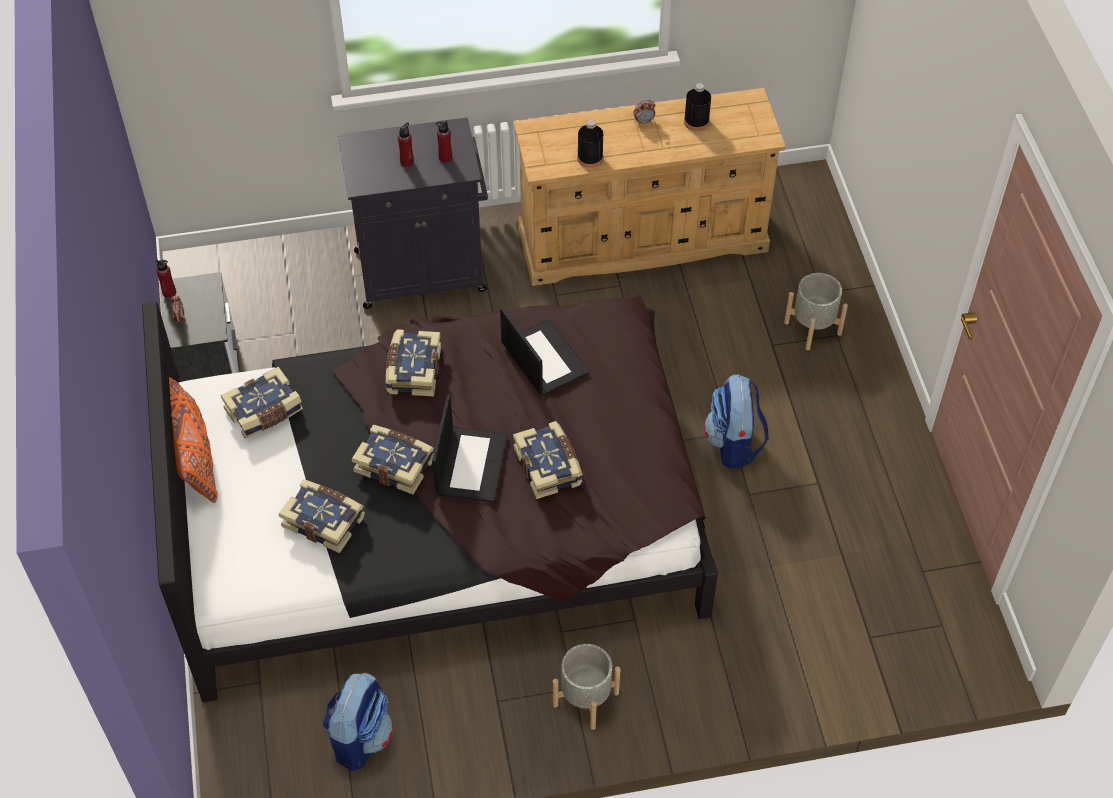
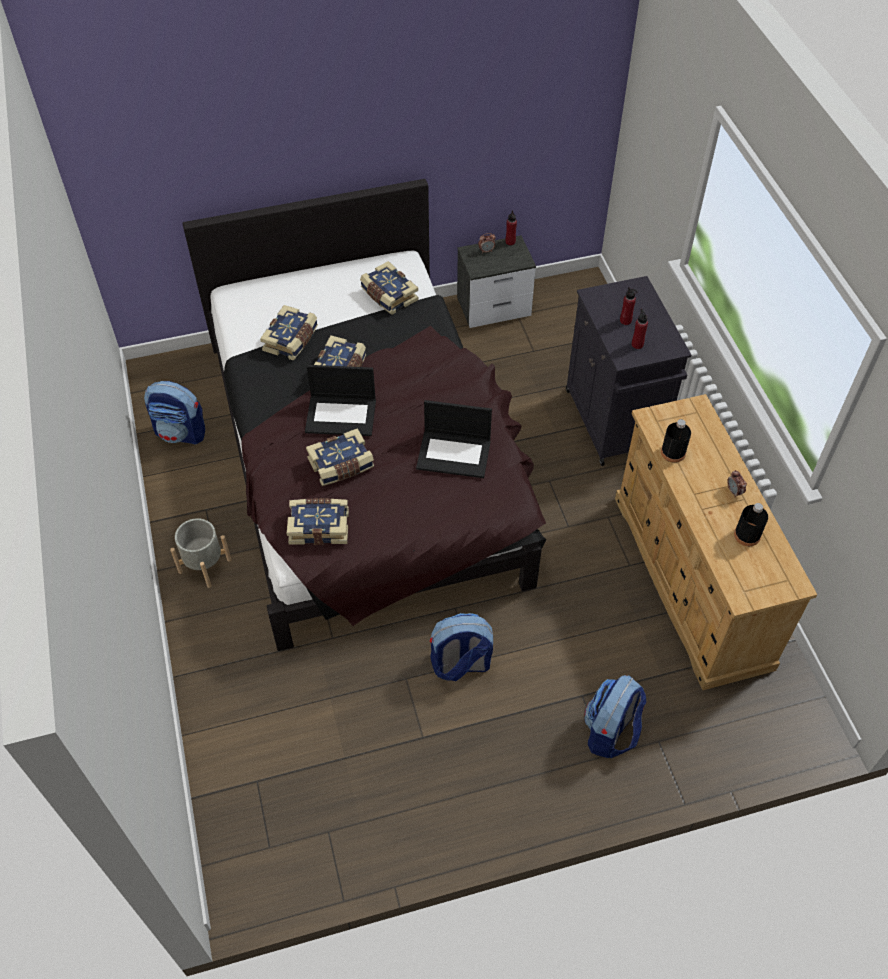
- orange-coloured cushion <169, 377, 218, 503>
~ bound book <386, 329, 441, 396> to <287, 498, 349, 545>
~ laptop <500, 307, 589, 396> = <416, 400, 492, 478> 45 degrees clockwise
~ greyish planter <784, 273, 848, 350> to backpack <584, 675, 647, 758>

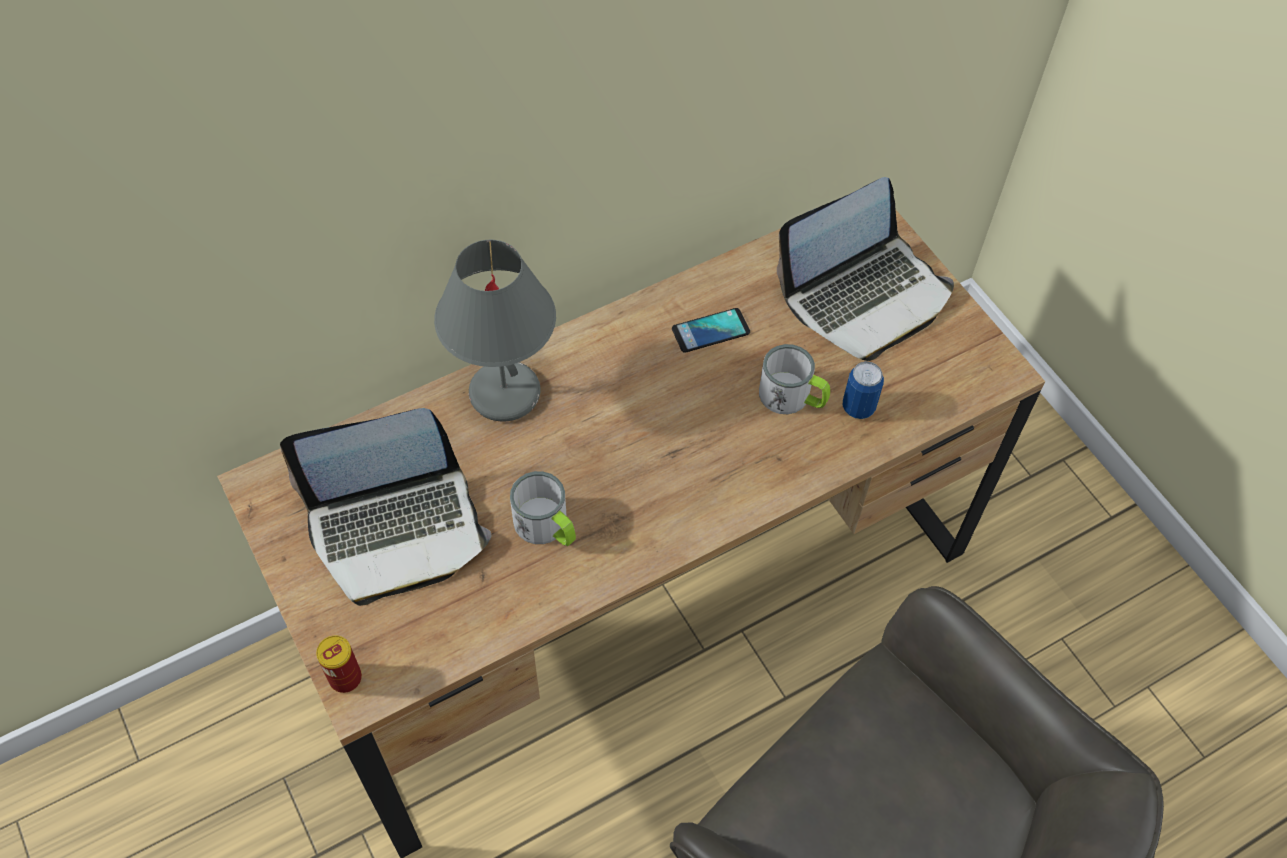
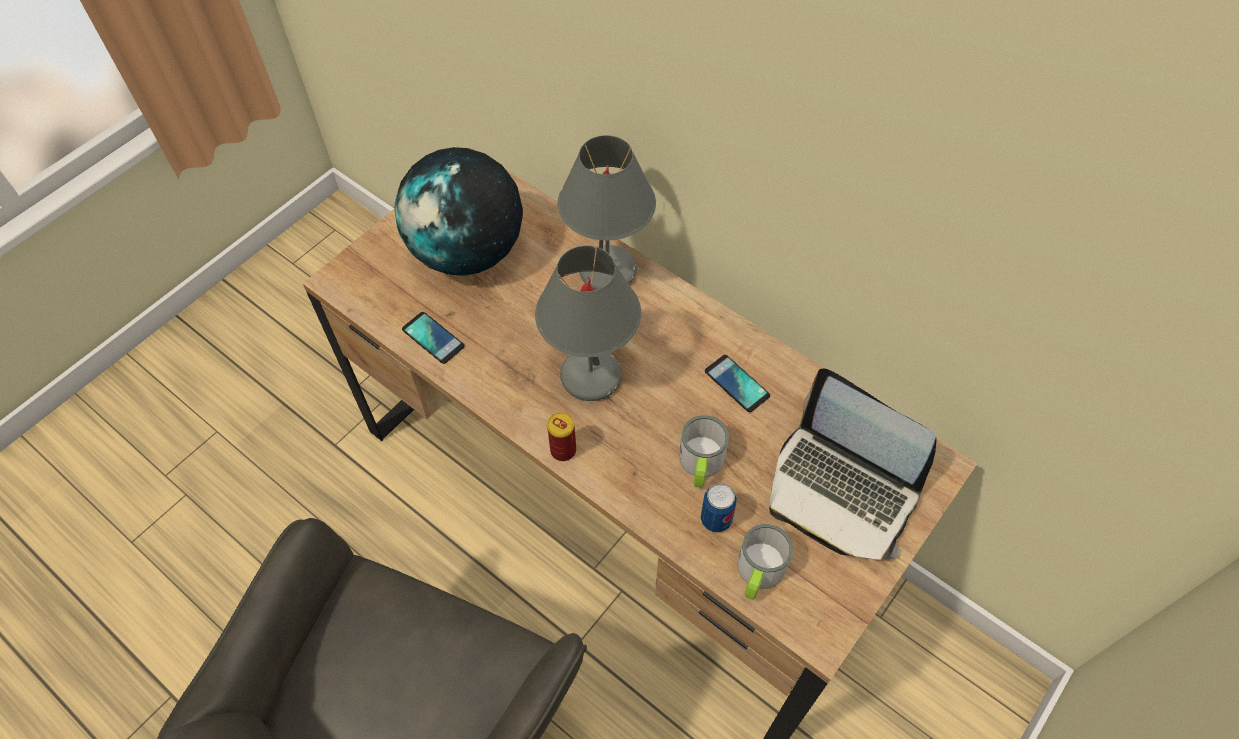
~ laptop <280, 408, 492, 606> to globe <394, 147, 523, 276>
~ can <316, 635, 362, 693> to <547, 412, 576, 461>
~ coffee mug <510, 471, 576, 546> to <737, 524, 793, 600>
+ telephone <402, 312, 464, 364>
+ greyish tabletop lamp <535, 245, 641, 401>

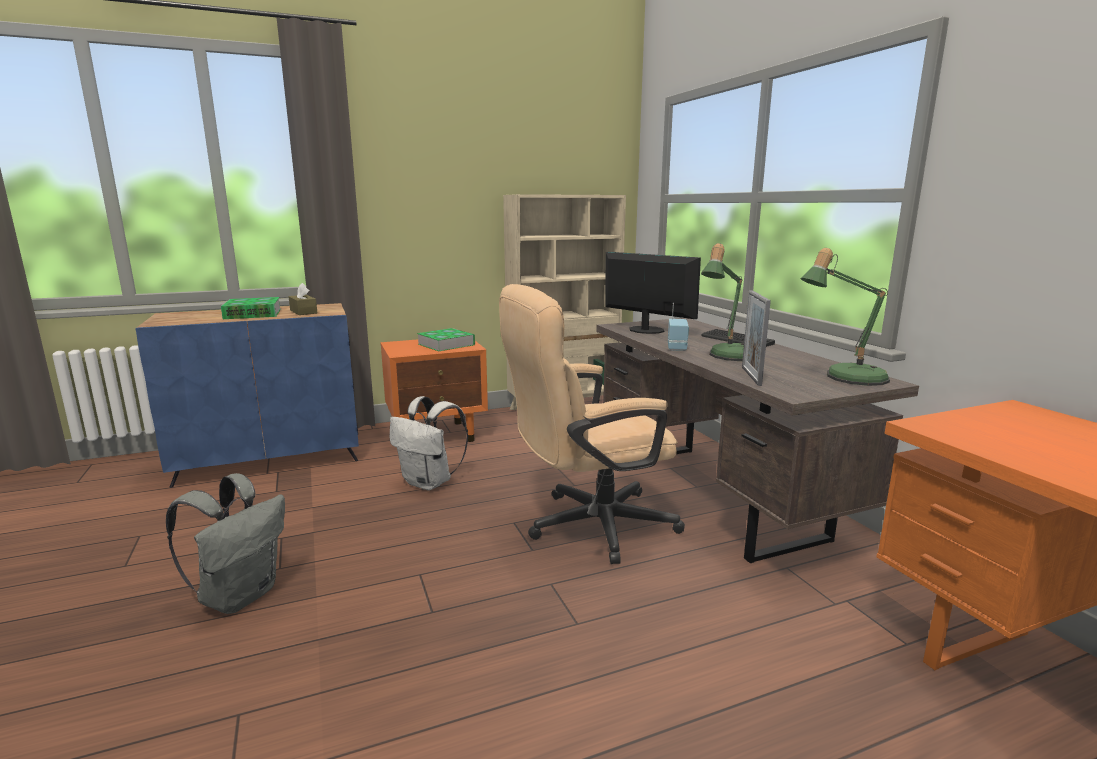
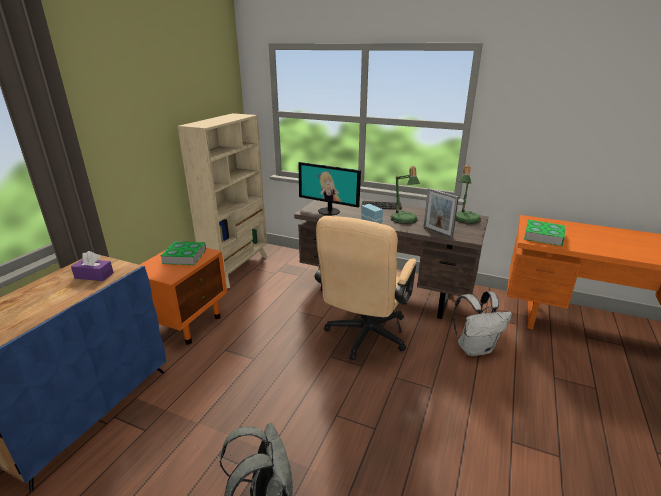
~ bound book <221, 297, 281, 319> to <524, 220, 565, 246>
~ brown-coloured tissue box <289, 283, 317, 315> to purple-coloured tissue box <71, 251, 114, 281>
~ white-coloured backpack <390, 396, 468, 490> to <453, 291, 512, 356>
~ monitor <605, 252, 701, 334> = <298, 162, 361, 216> 150 degrees counterclockwise

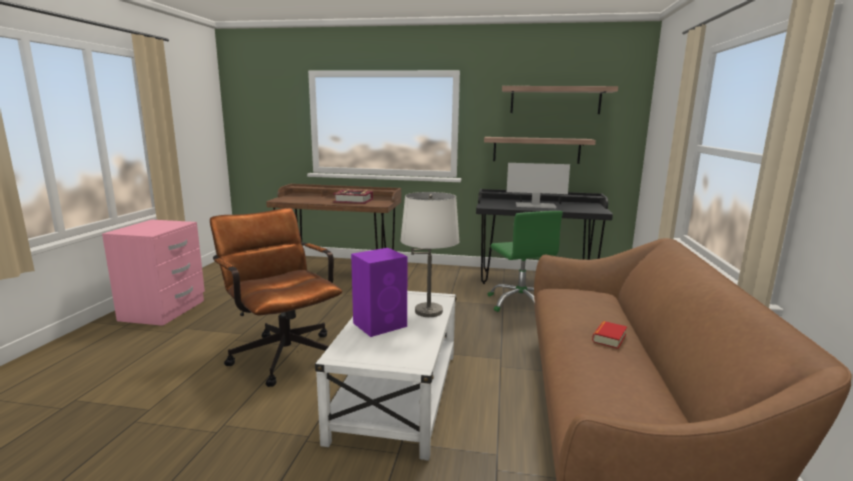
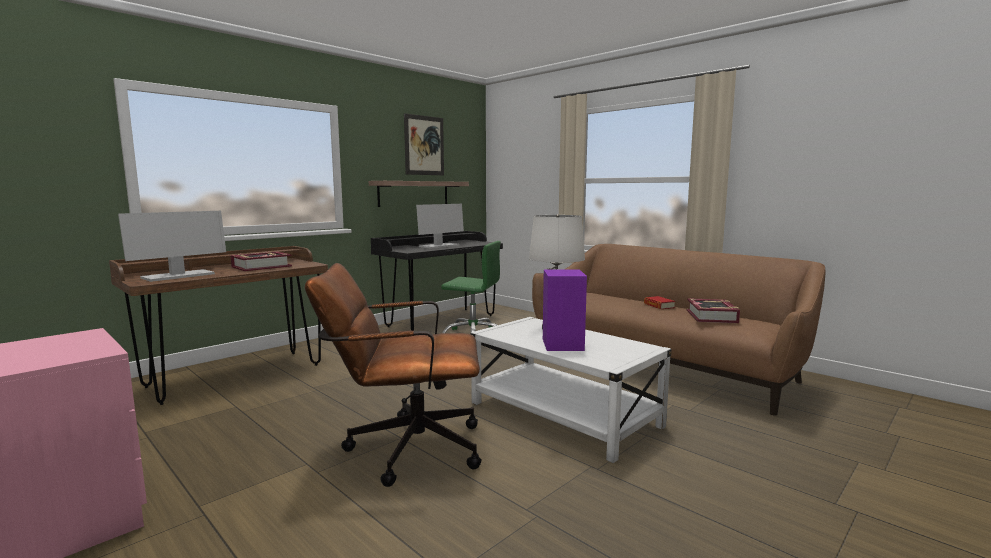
~ shelf <502, 86, 618, 114> to wall art <404, 113, 444, 175>
+ monitor <118, 211, 226, 282>
+ bound book <687, 298, 740, 323>

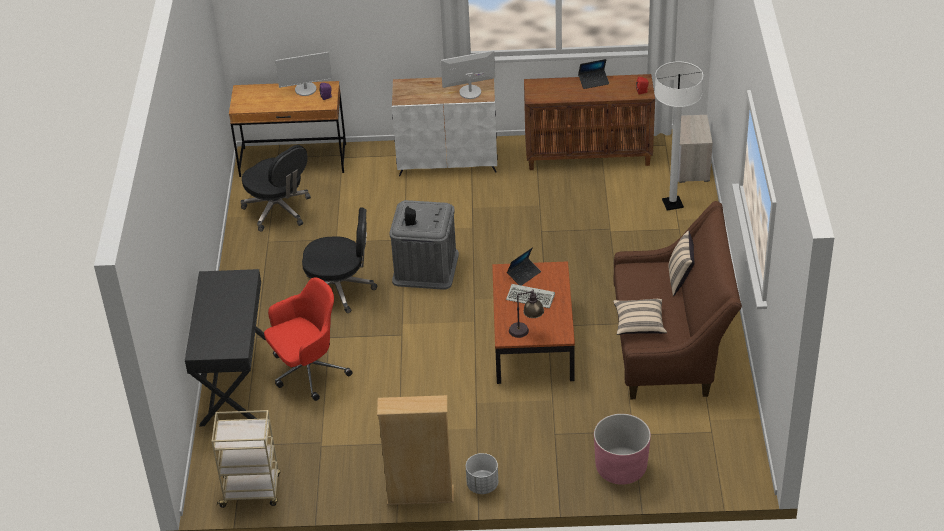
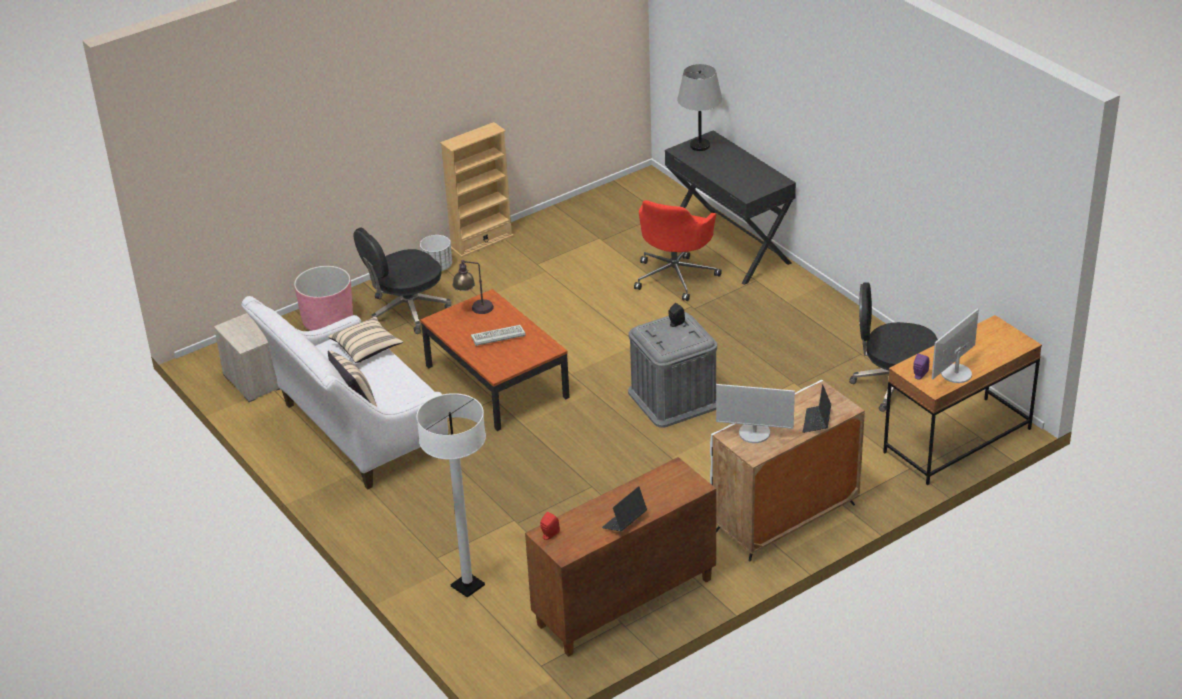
- sand-coloured cart <211, 410, 281, 508>
~ black-coloured computer chair <302, 208, 377, 313> to <353, 227, 451, 334>
~ monitor <441, 50, 495, 99> = <716, 384, 795, 443> 60 degrees clockwise
~ laptop <507, 247, 541, 286> to <803, 384, 831, 433>
~ brown-coloured couch <614, 201, 742, 399> to white-coloured couch <241, 296, 448, 489>
~ night table <678, 115, 713, 183> to <214, 313, 280, 402>
+ greyish tabletop lamp <677, 64, 722, 151>

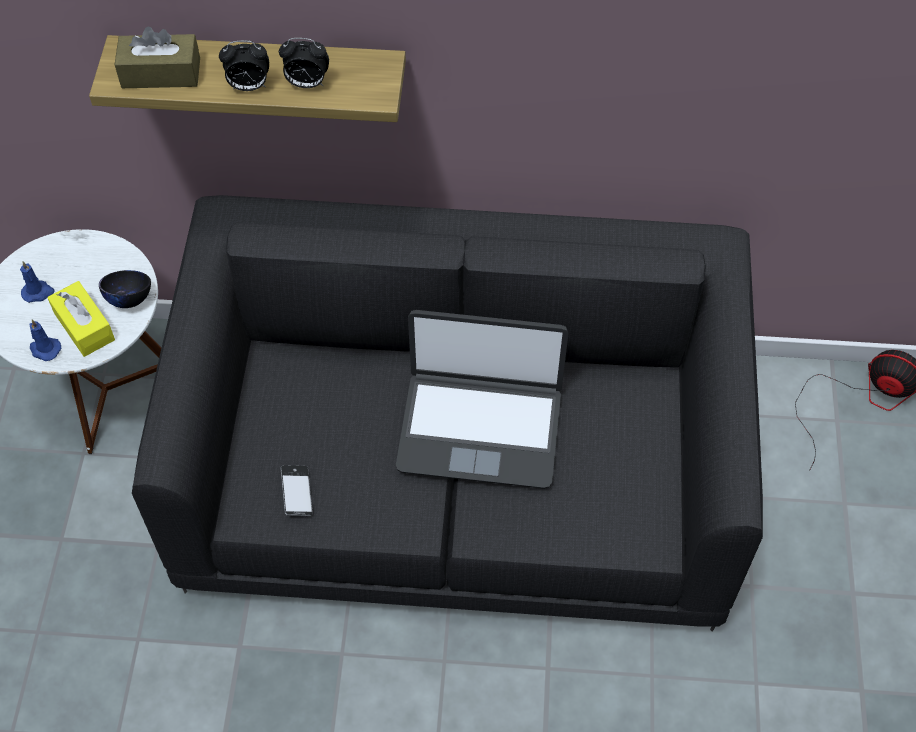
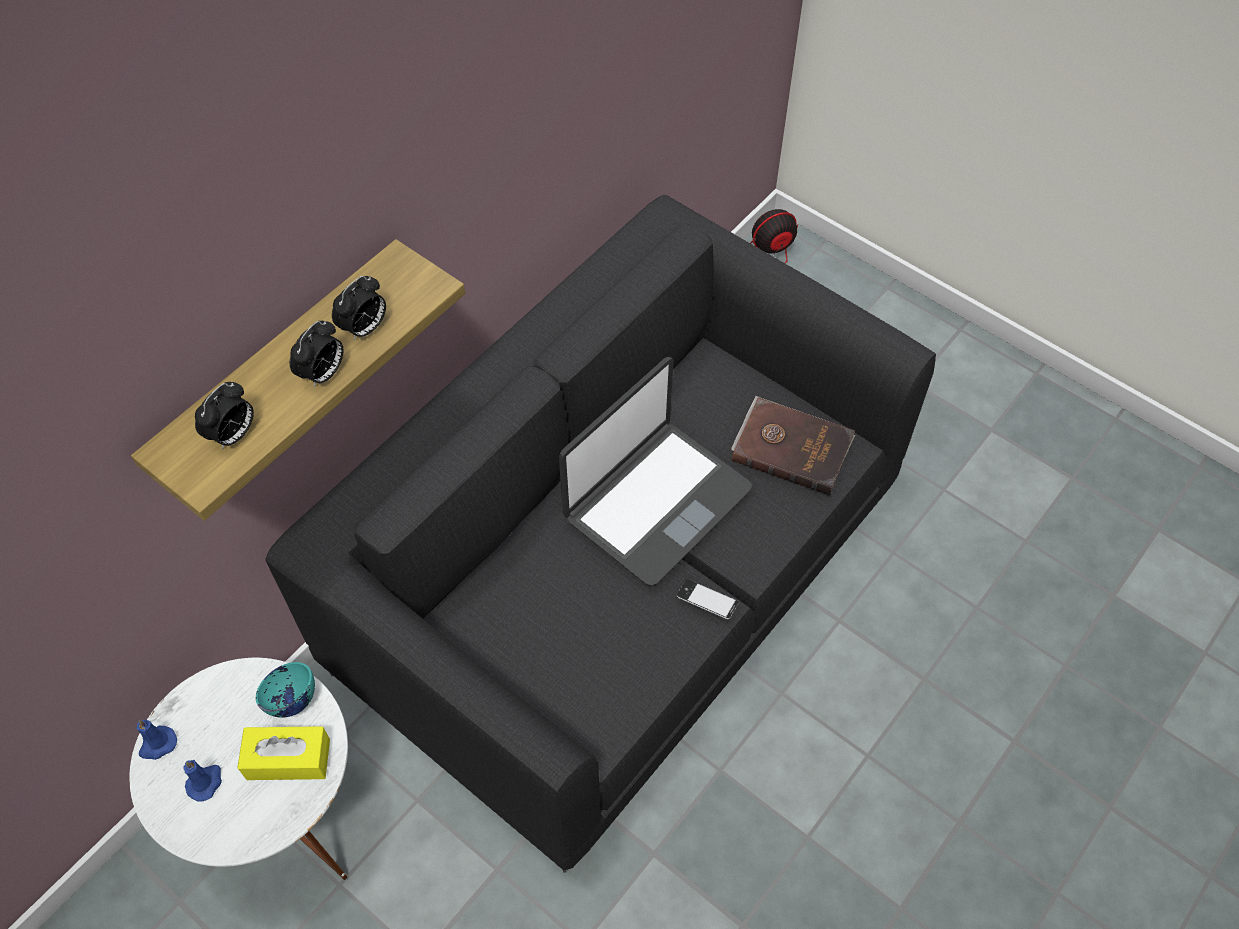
~ bluish candle <29, 319, 61, 361> to <136, 720, 177, 760>
~ black-coloured deep dish <99, 270, 151, 308> to turquoise-coloured deep dish <256, 662, 315, 718>
~ brown-coloured tissue box <114, 26, 200, 88> to bedside clock <195, 382, 254, 450>
~ telephone <281, 465, 313, 516> to <676, 579, 739, 620>
+ brown-coloured bound book <731, 396, 855, 495>

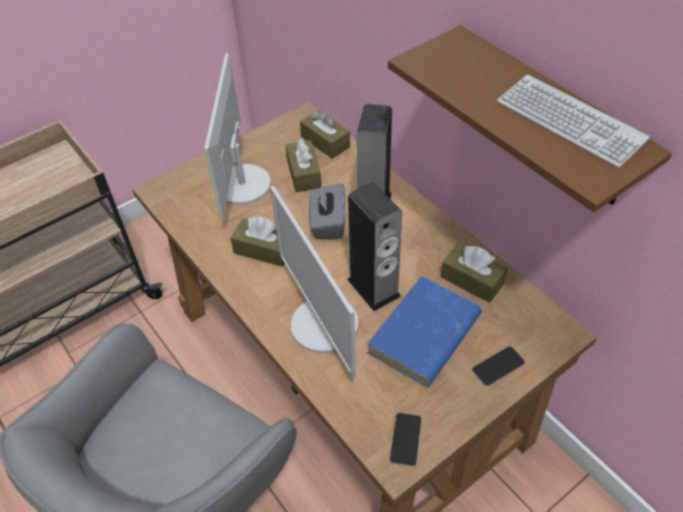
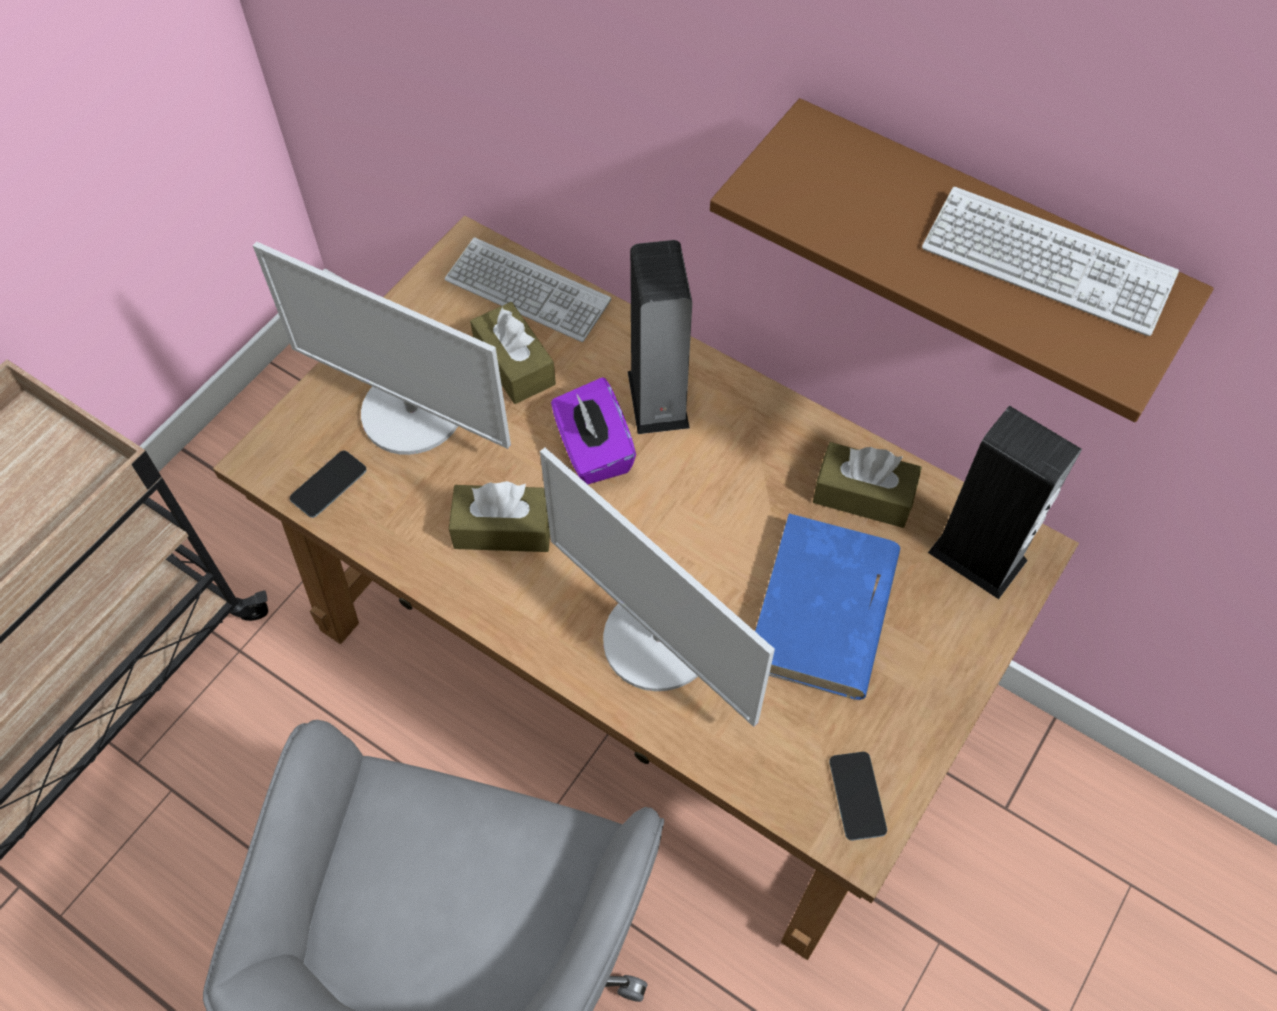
~ monitor <204, 53, 271, 218> = <253, 241, 511, 455> 45 degrees counterclockwise
~ brown-coloured tissue box <300, 110, 350, 159> to PC keyboard <445, 238, 611, 342>
~ greyish tissue box <309, 183, 346, 239> to purple-coloured tissue box <551, 377, 636, 484>
~ loudspeaker <347, 182, 402, 311> to <928, 406, 1082, 599>
~ telephone <472, 346, 525, 386> to <290, 451, 367, 518>

